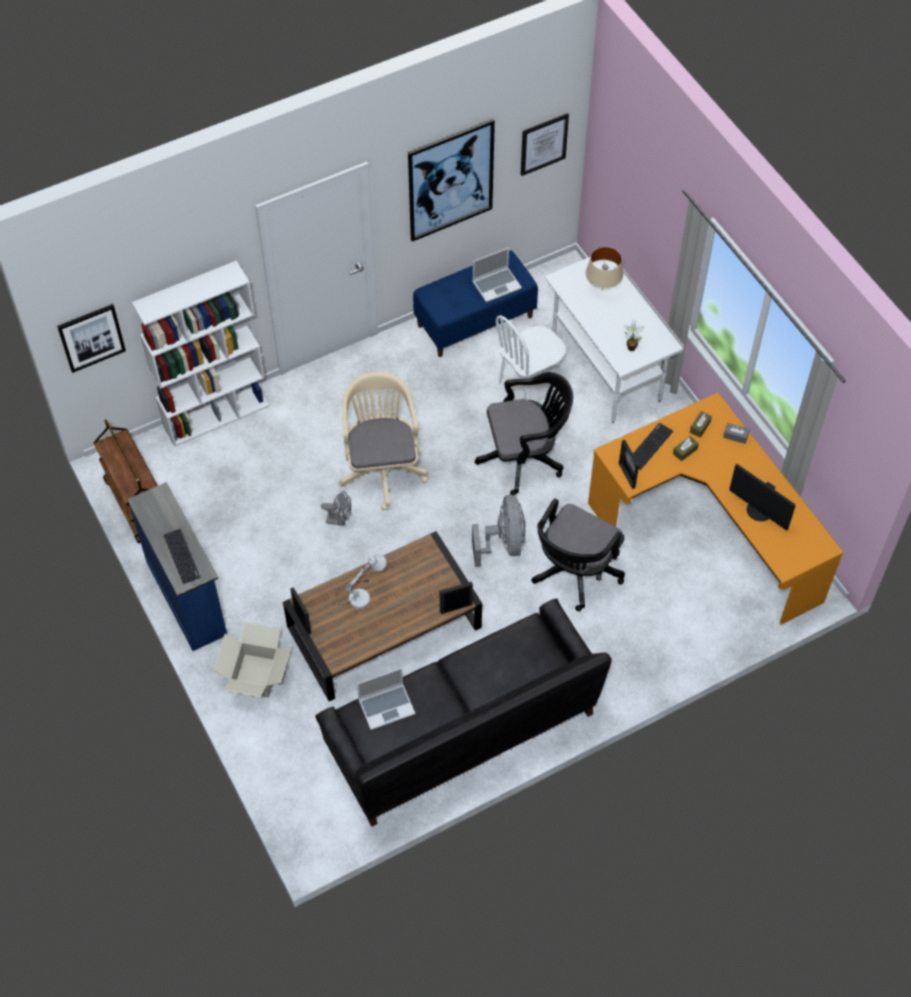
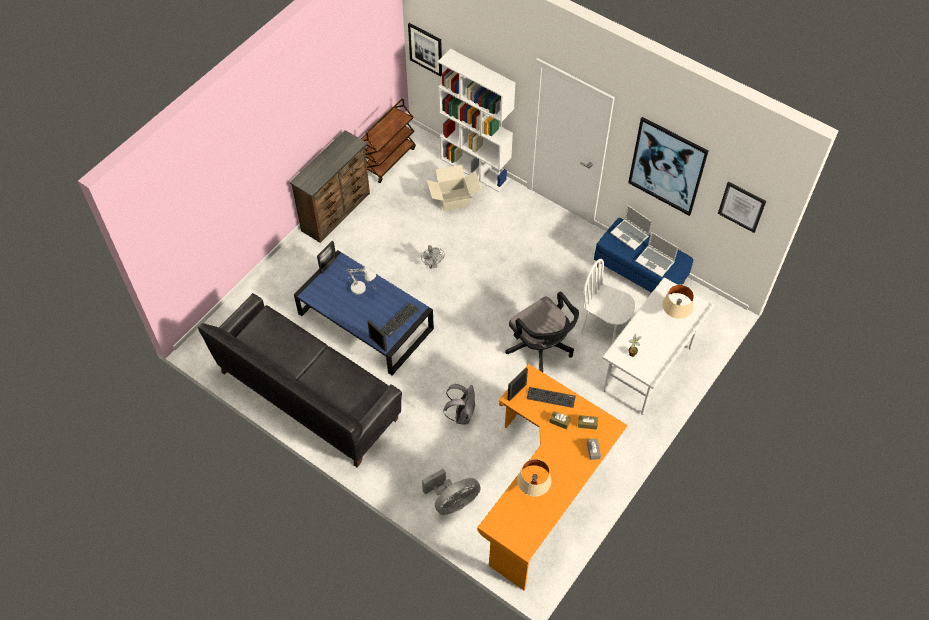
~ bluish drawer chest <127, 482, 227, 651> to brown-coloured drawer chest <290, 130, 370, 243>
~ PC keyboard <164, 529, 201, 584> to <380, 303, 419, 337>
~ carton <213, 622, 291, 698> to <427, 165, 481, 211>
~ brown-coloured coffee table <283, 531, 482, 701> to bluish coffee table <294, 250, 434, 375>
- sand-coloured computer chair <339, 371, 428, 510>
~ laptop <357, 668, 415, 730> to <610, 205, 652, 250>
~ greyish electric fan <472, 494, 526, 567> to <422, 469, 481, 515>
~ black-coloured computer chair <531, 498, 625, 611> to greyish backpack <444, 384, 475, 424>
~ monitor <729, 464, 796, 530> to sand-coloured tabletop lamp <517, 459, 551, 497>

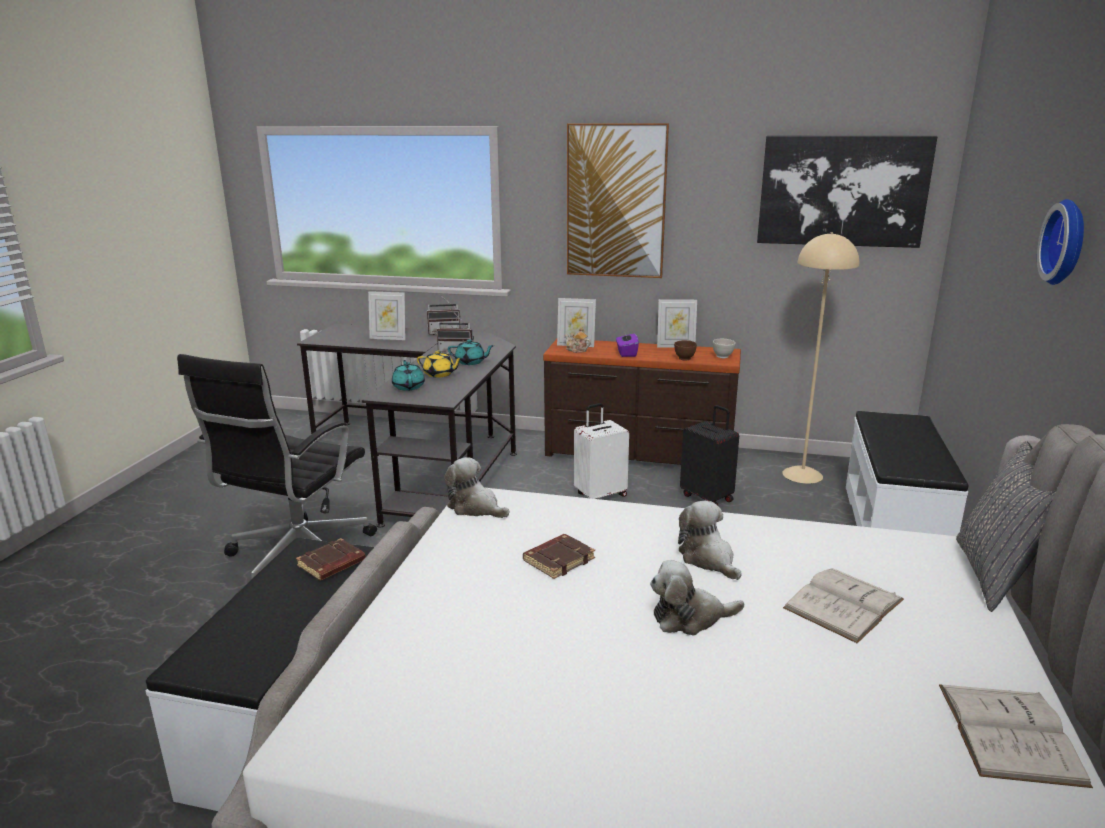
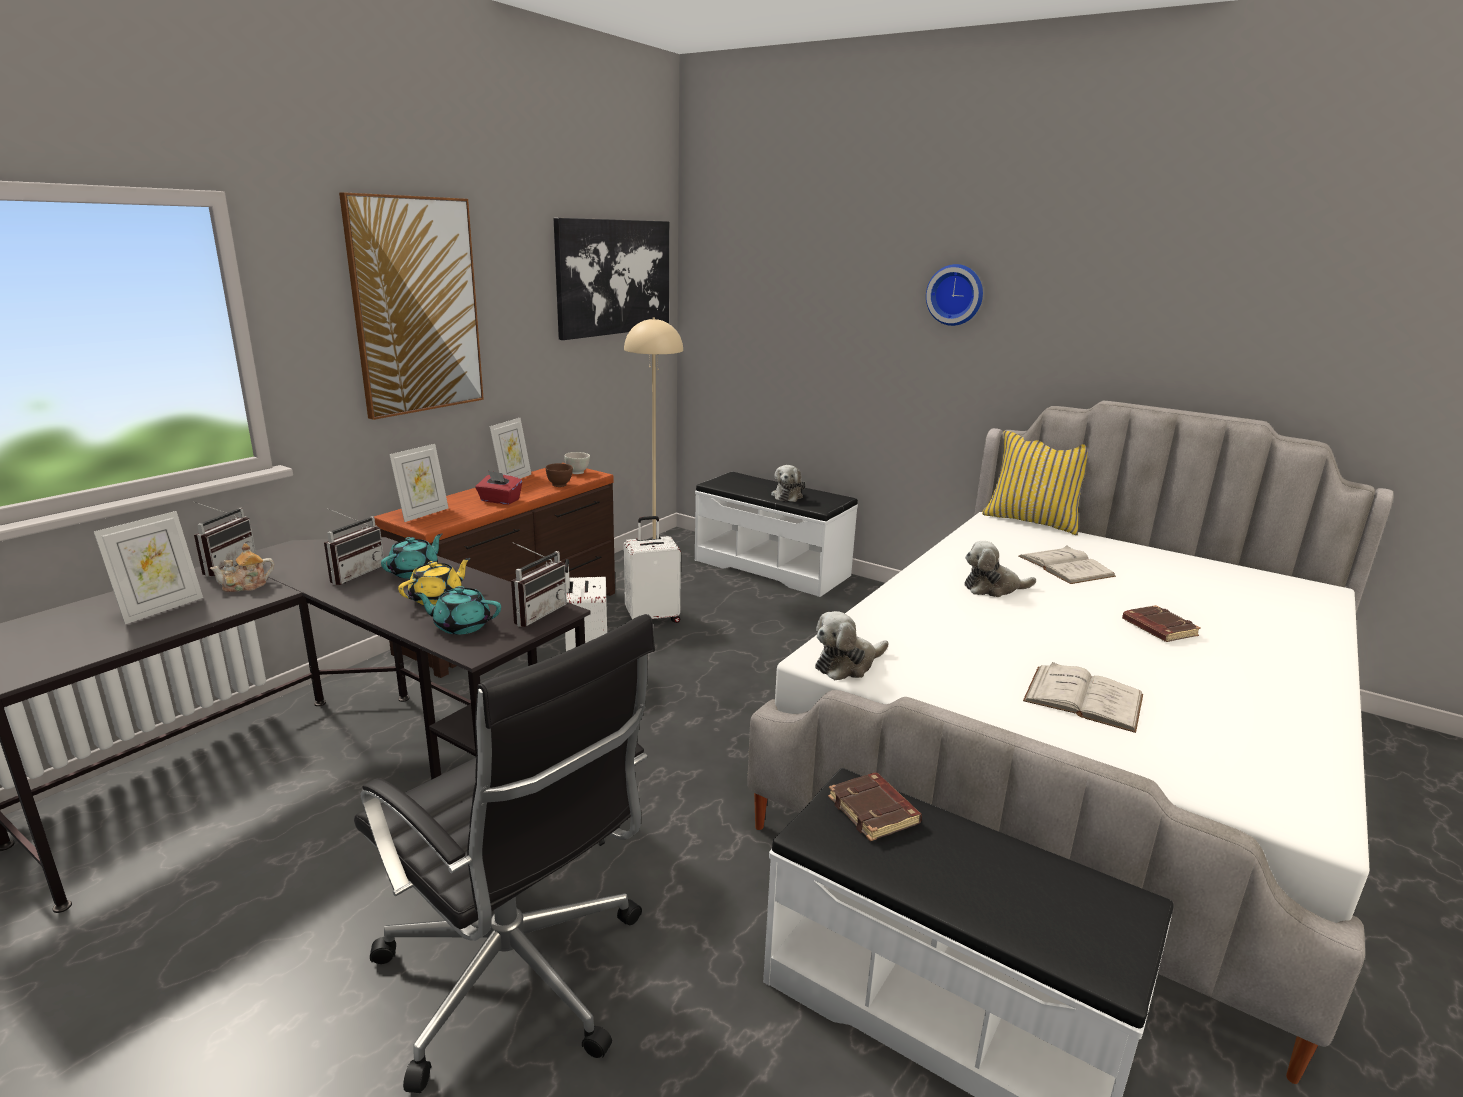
~ brown-coloured bound book <523, 534, 595, 579> to <1122, 605, 1201, 642>
~ teapot <565, 327, 591, 353> to <210, 543, 274, 592>
~ purple-coloured tissue box <616, 331, 639, 357> to reddish tissue box <475, 471, 522, 505>
~ plush toy <650, 560, 744, 635> to <771, 465, 806, 502>
~ black-coloured piece of luggage <680, 405, 739, 506> to white-coloured piece of luggage <624, 516, 681, 623>
~ white-coloured bound book <939, 684, 1093, 788> to <1023, 662, 1143, 733>
~ greyish cushion <956, 441, 1056, 612> to yellowish cushion <982, 431, 1087, 535>
+ radio <511, 542, 567, 627>

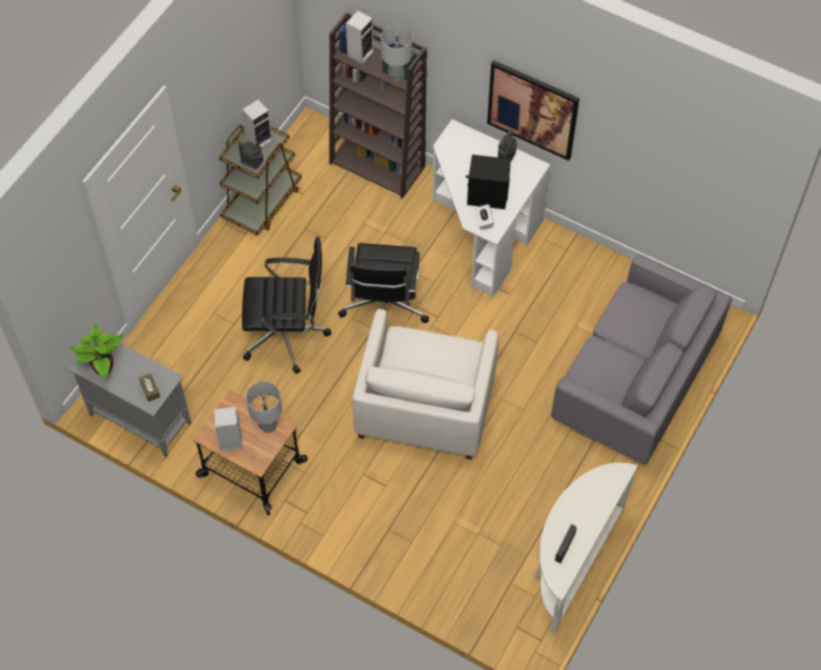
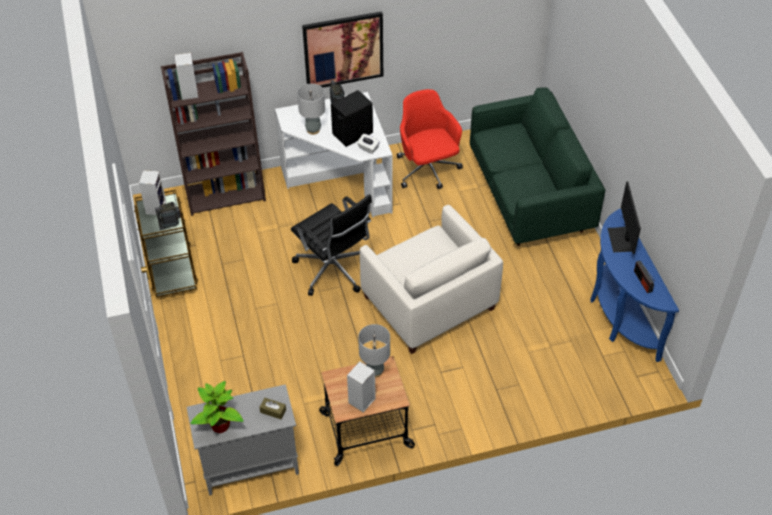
- black-coloured computer chair <242, 236, 332, 374>
~ greyish tabletop lamp <381, 25, 413, 82> to <297, 84, 325, 135>
~ white-coloured console table <535, 463, 638, 634> to bluish console table <590, 209, 679, 362>
~ greyish couch <551, 255, 732, 465> to greenish couch <470, 87, 605, 246>
+ reddish computer chair <397, 89, 463, 189>
+ monitor <608, 182, 641, 254>

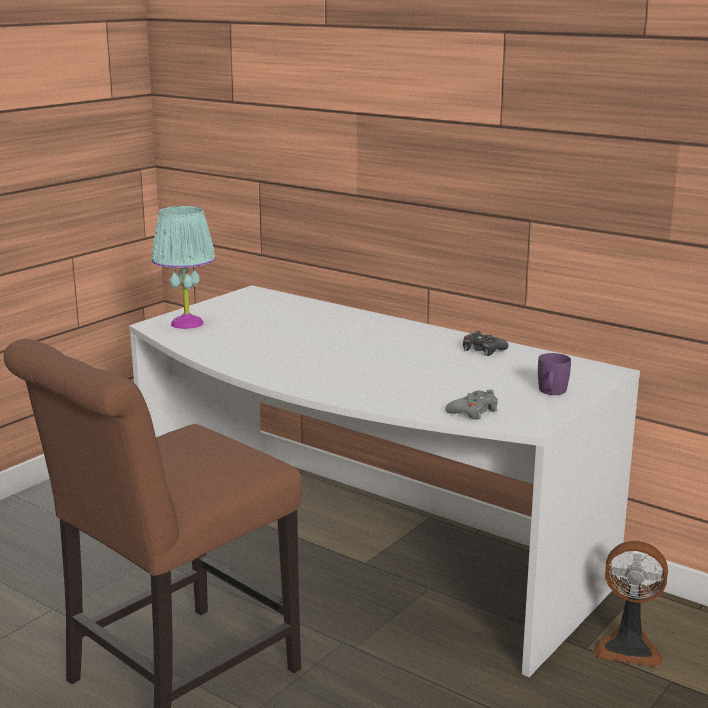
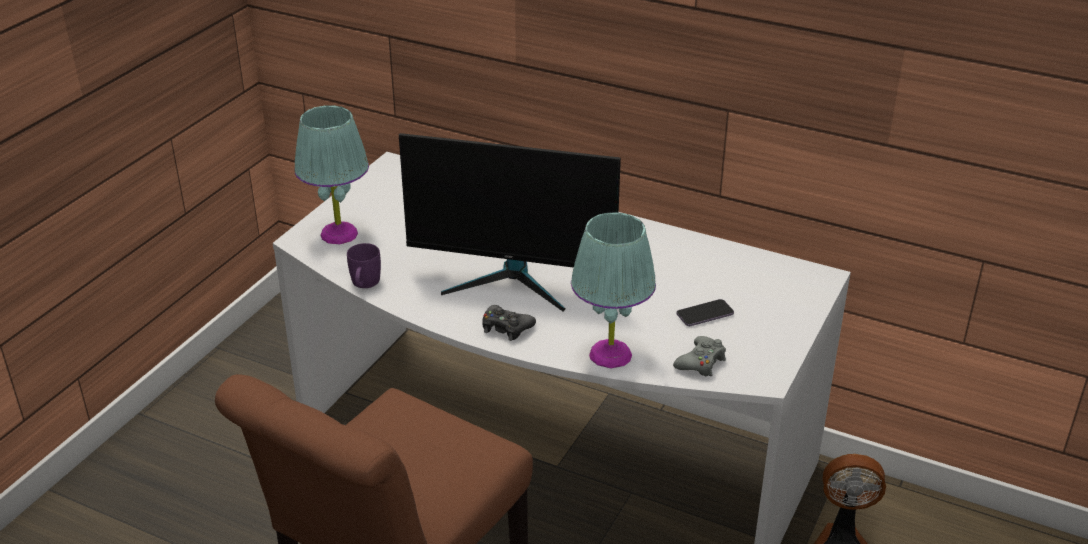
~ black-coloured joypad <463, 331, 509, 356> to <482, 305, 536, 341>
~ purple-coloured coffee mug <538, 353, 571, 395> to <347, 243, 381, 288>
+ monitor <399, 133, 621, 312>
+ turquoise-coloured tabletop lamp <571, 212, 656, 368>
+ telephone <677, 299, 734, 326>

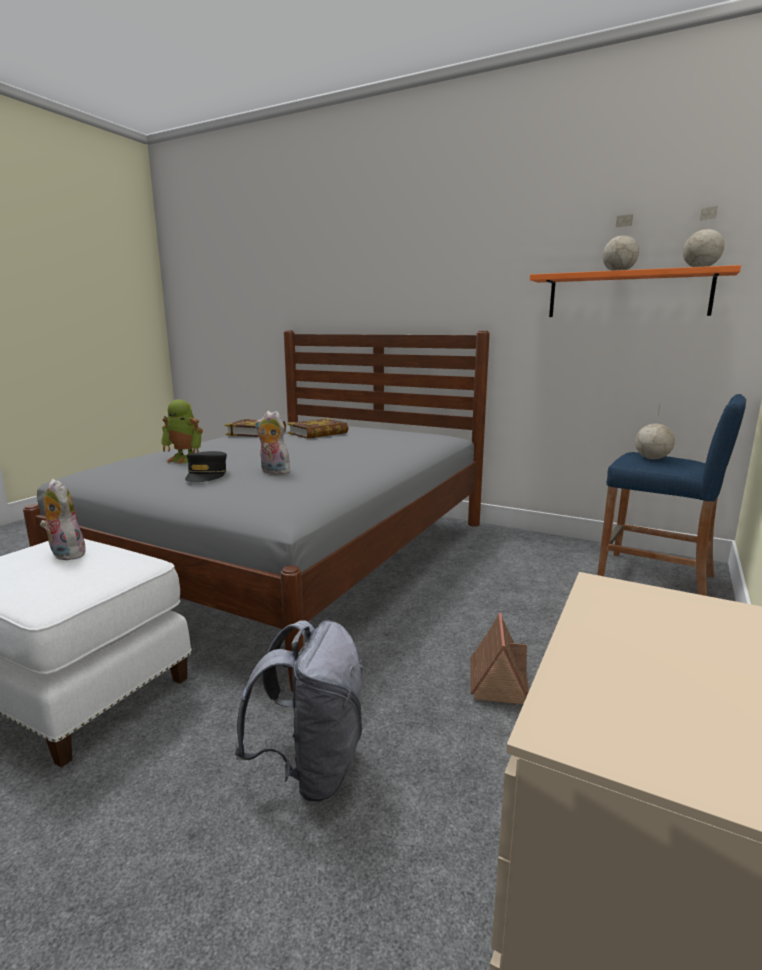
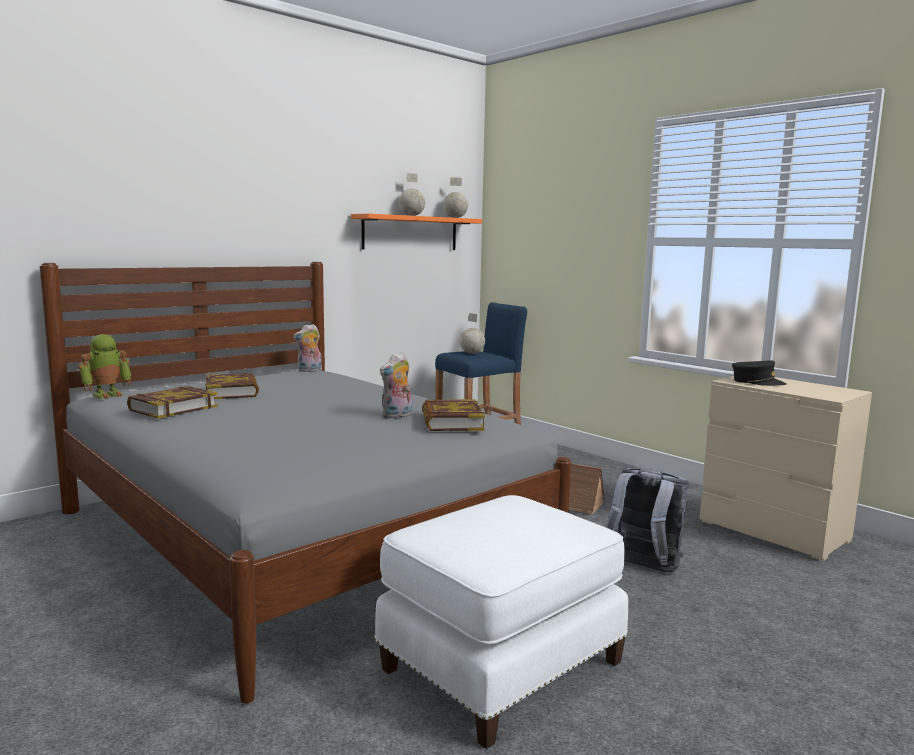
~ plush toy <40, 479, 86, 560> to <293, 324, 322, 372>
~ toy robot <161, 399, 203, 464> to <78, 334, 132, 399>
~ black-coloured cap <185, 451, 227, 482> to <732, 361, 787, 386>
+ bound book <422, 399, 485, 431>

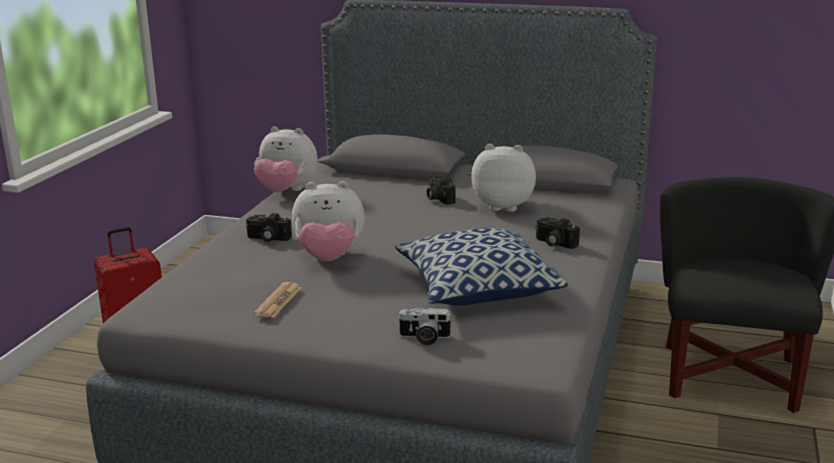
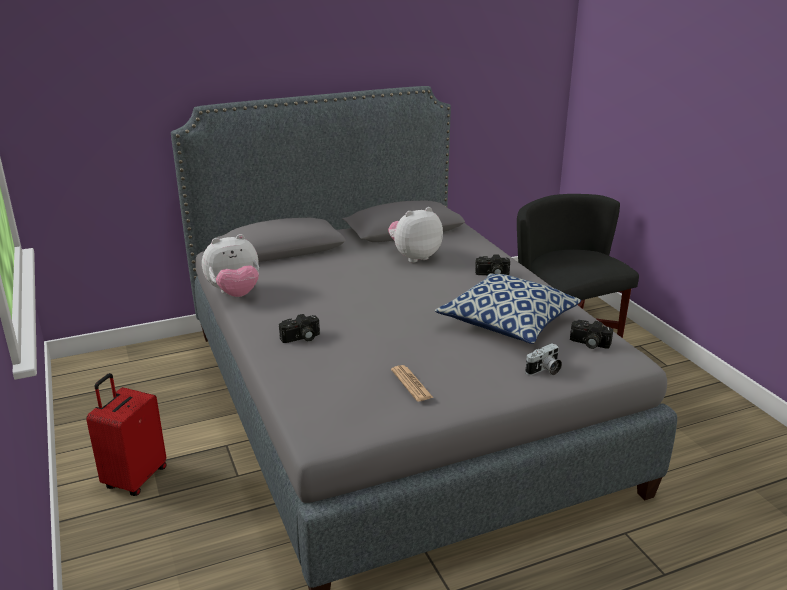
- plush toy <292, 181, 365, 262>
~ photo camera <427, 176, 456, 205> to <570, 320, 613, 349>

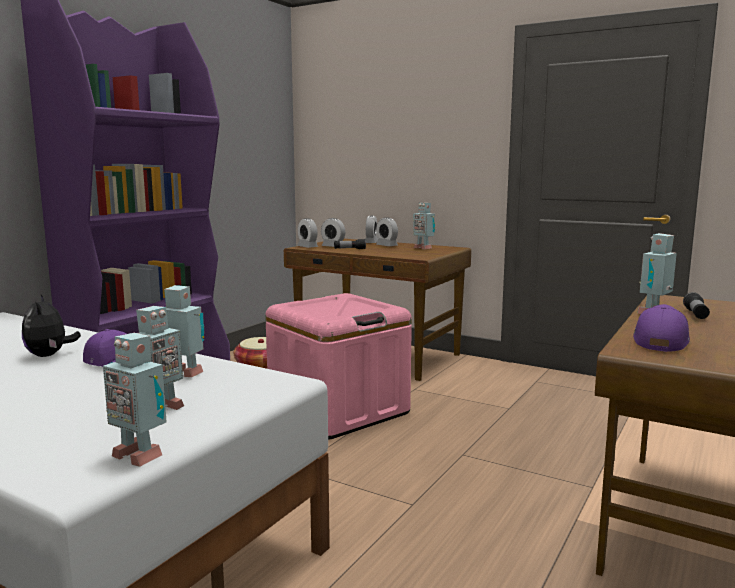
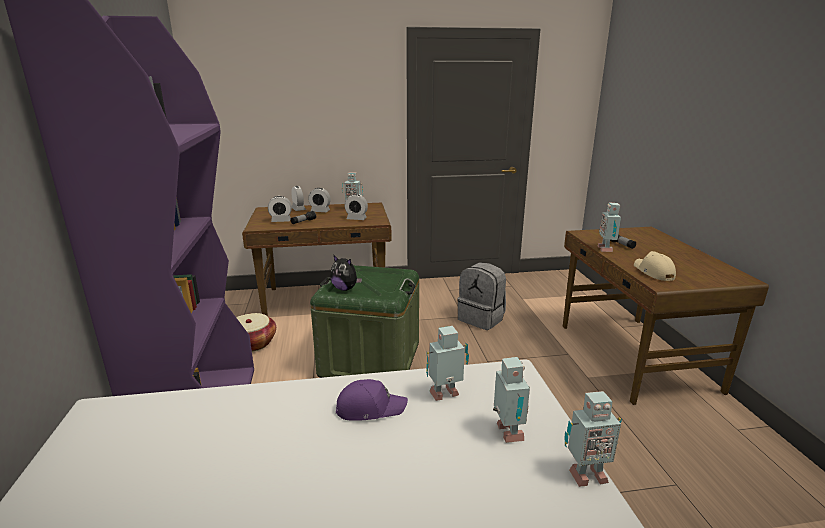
~ plush toy <22, 295, 81, 357> to <330, 256, 362, 291>
~ pink-coloured storage bin <265, 293, 412, 439> to greenish storage bin <310, 265, 419, 378>
~ bedside clock <297, 218, 318, 248> to <345, 194, 368, 220>
~ purple-coloured cap <633, 304, 690, 352> to sand-coloured cap <634, 251, 676, 281>
+ greyish backpack <457, 262, 506, 330>

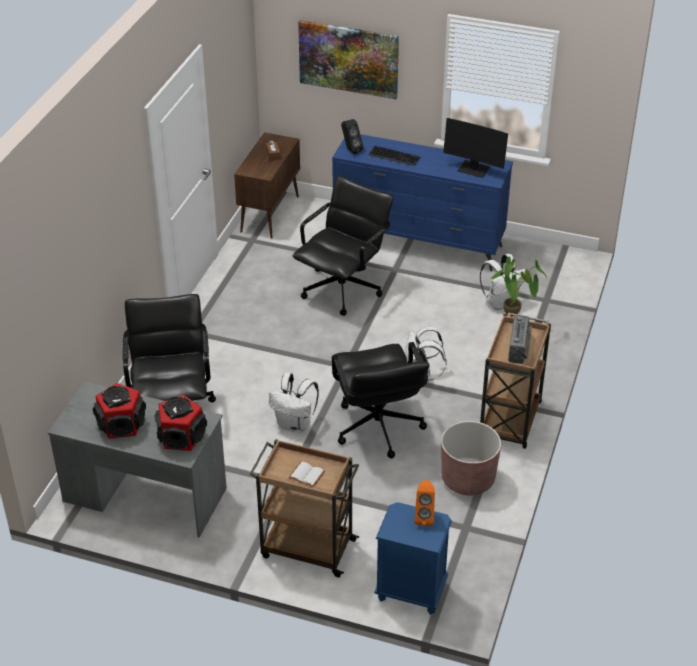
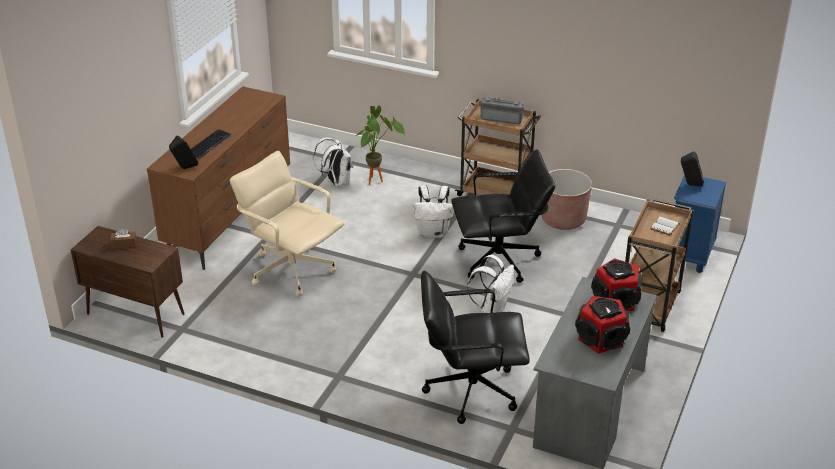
~ black-coloured computer chair <292, 176, 393, 316> to sand-coloured computer chair <230, 151, 345, 297>
- wall art <298, 20, 399, 99>
~ bluish drawer chest <332, 134, 513, 271> to brown-coloured drawer chest <147, 86, 290, 270>
~ orange-coloured loudspeaker <414, 480, 435, 526> to black-coloured loudspeaker <681, 151, 704, 187>
- monitor <443, 118, 508, 178>

